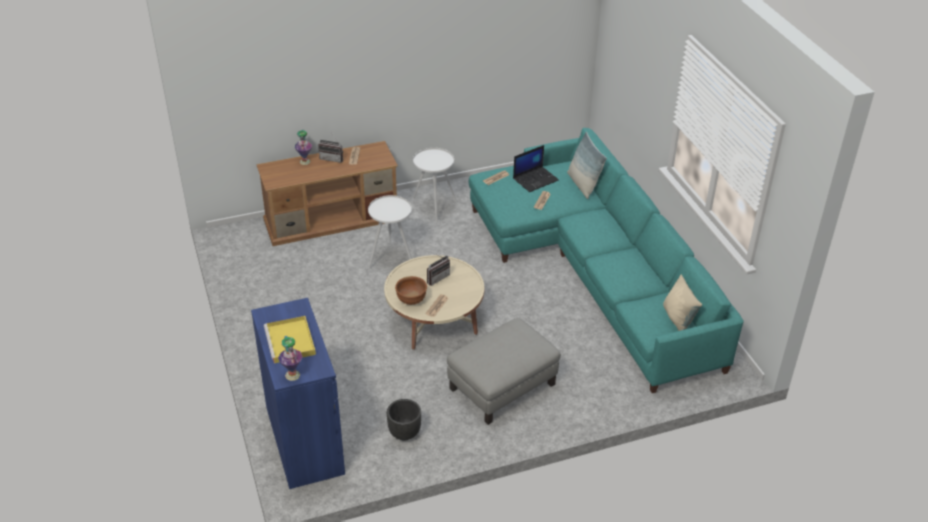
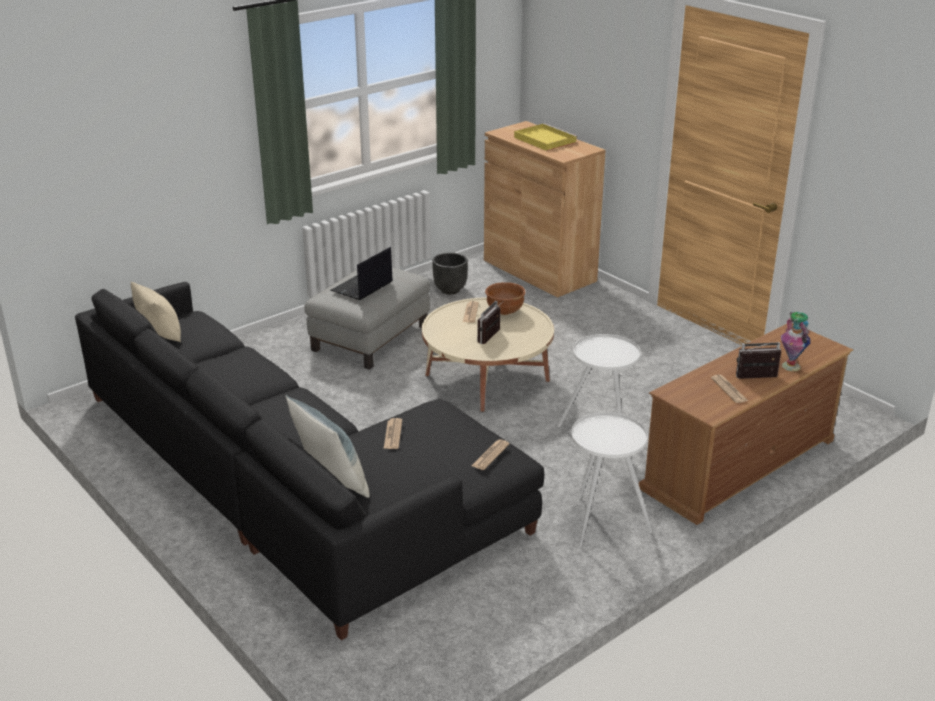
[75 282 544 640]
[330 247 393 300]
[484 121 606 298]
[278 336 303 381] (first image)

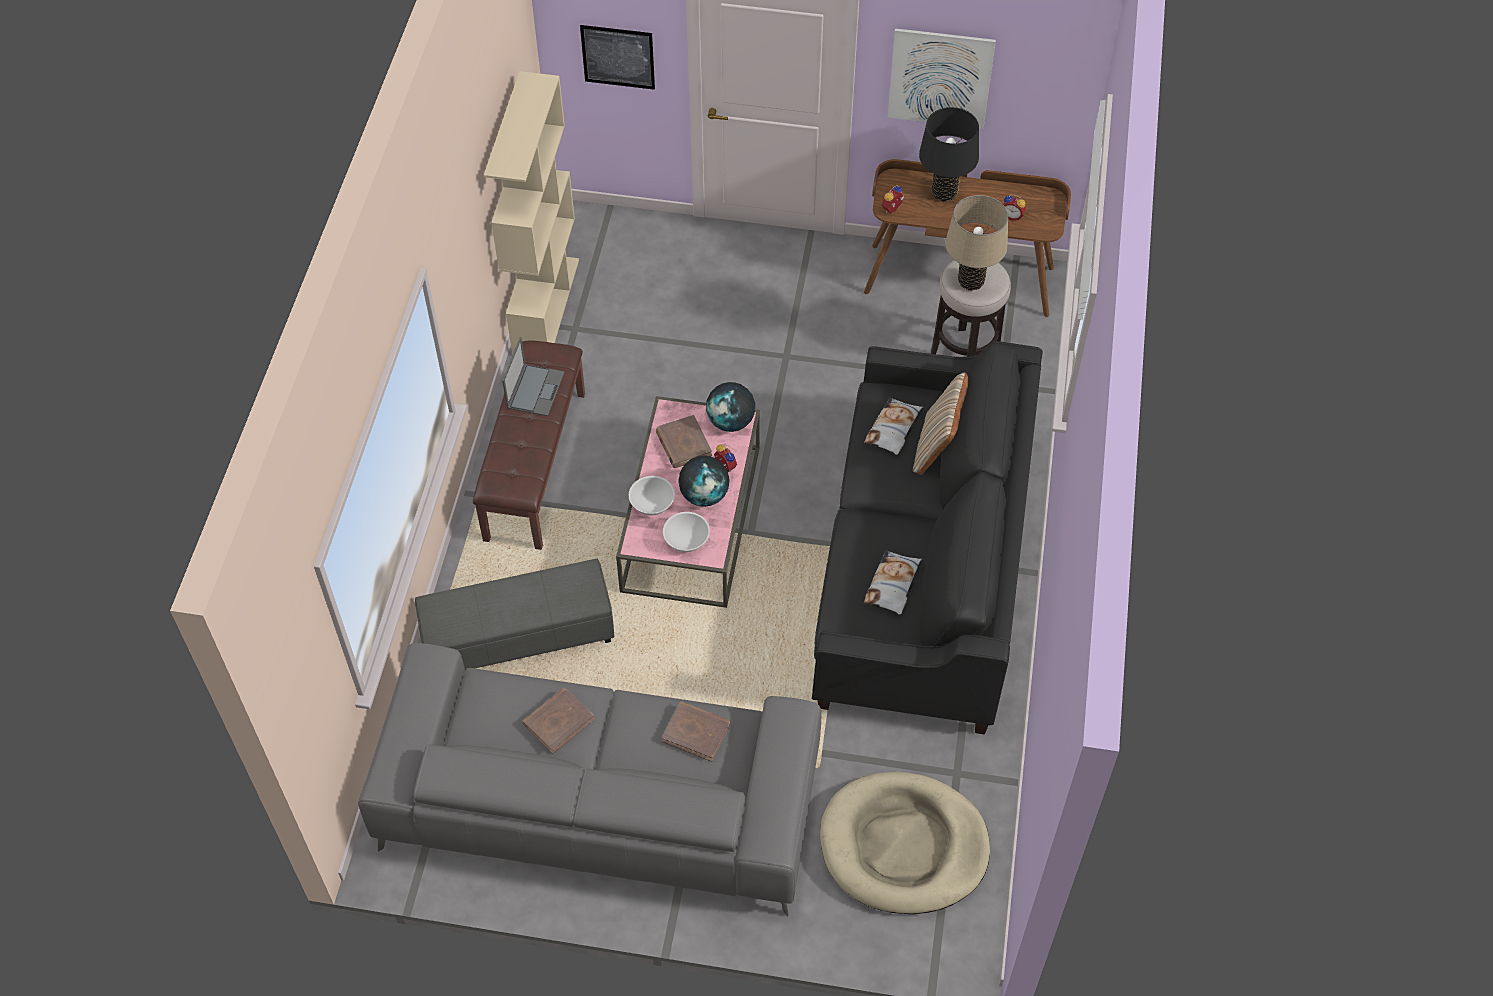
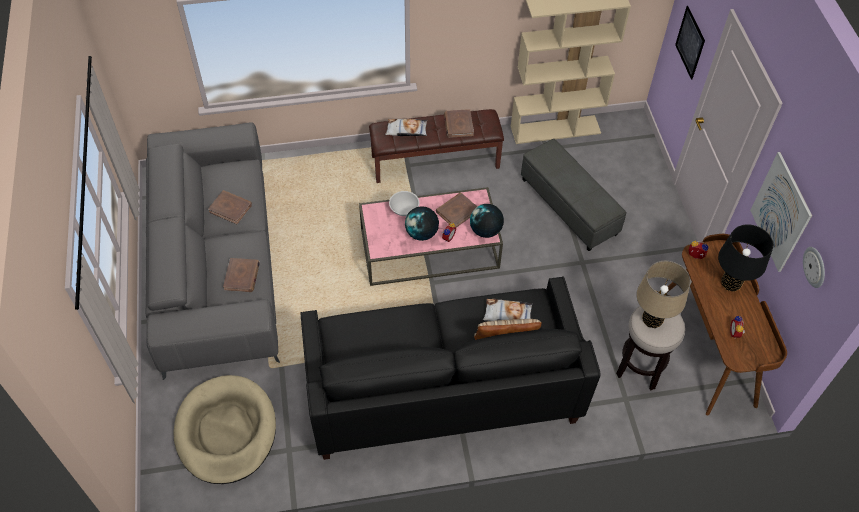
[385 119 427 136]
[444 109 474 138]
[521 139 626 251]
[803 247 825 288]
[663 512 710 552] (first image)

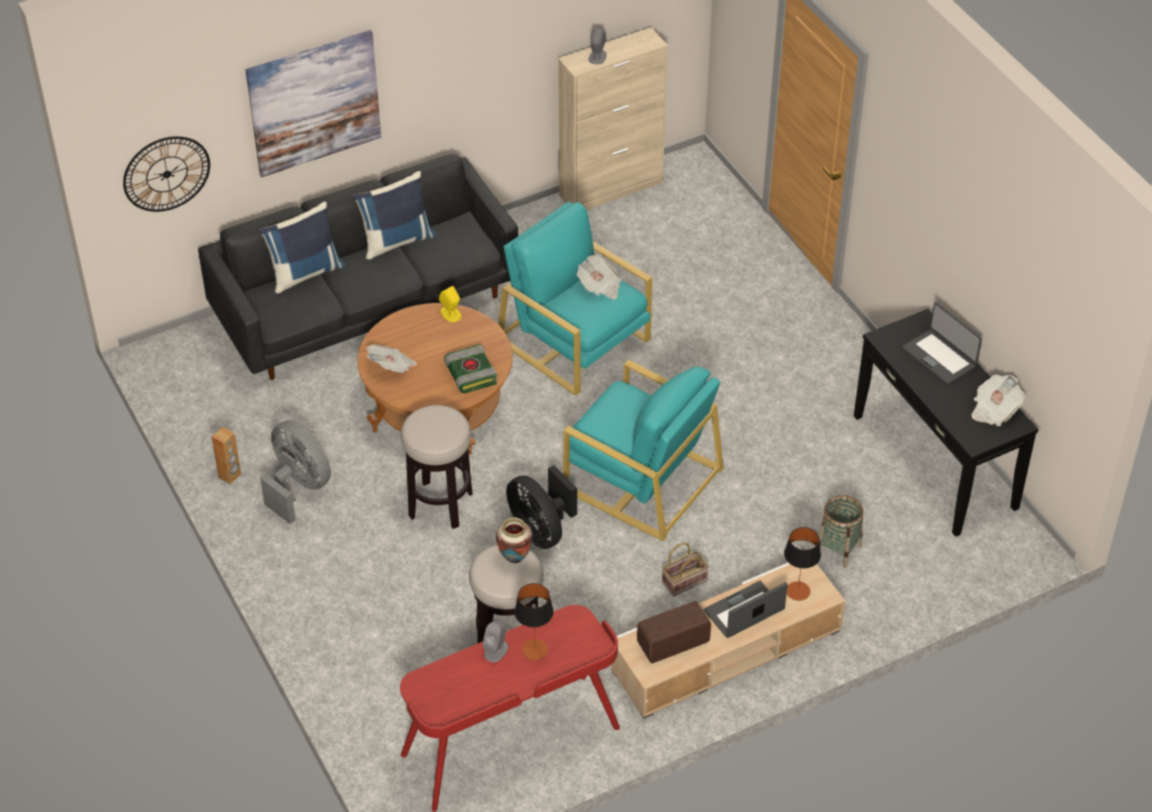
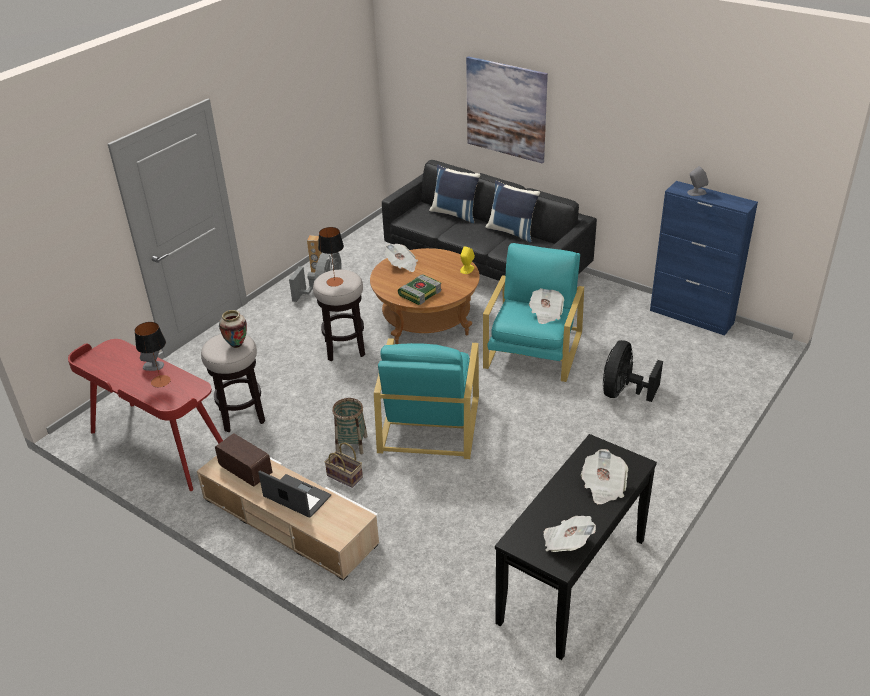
[318 227 344 287]
[332 398 368 454]
[581 449 628 504]
[603 340 663 402]
[650 181 758 336]
[123 136 210 212] (first image)

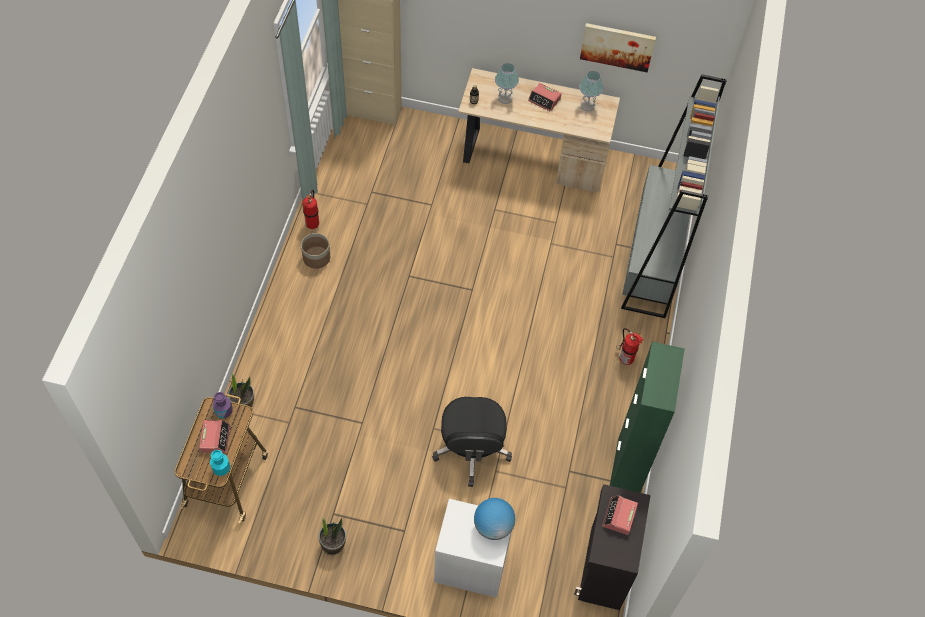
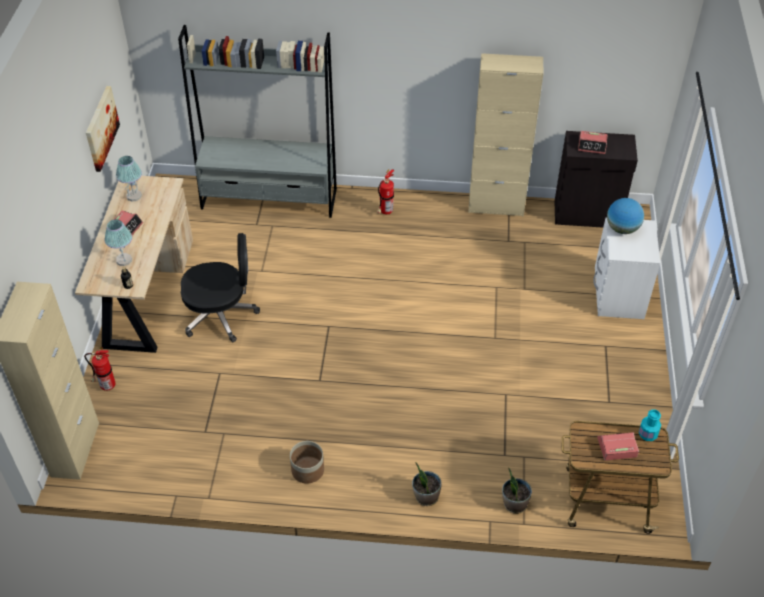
[84 347 116 391]
[181 233 260 342]
[412 462 442 506]
[468 53 543 217]
[213 392 233 418] (first image)

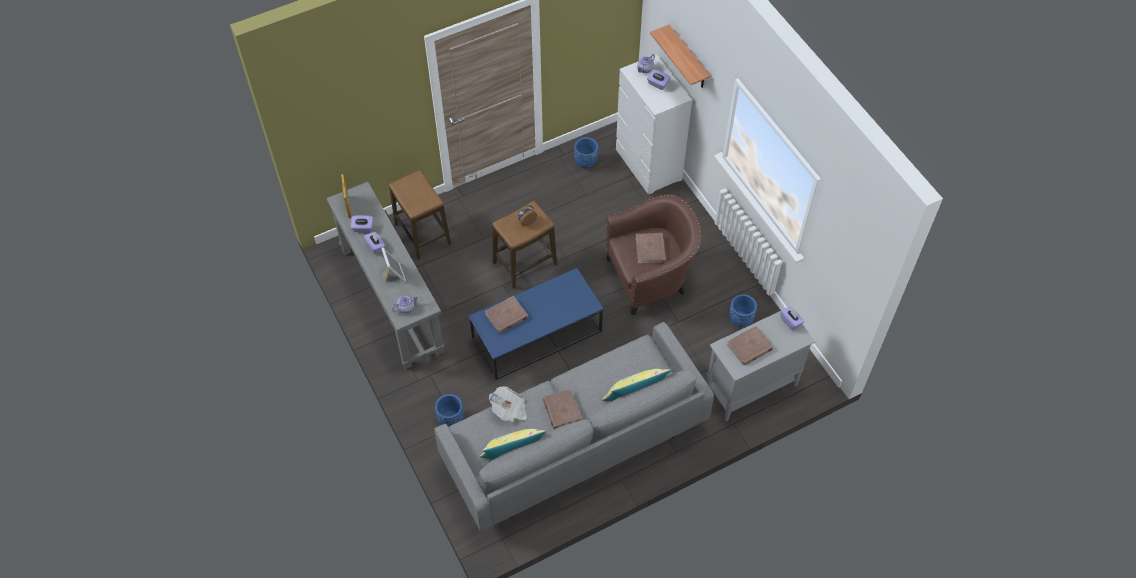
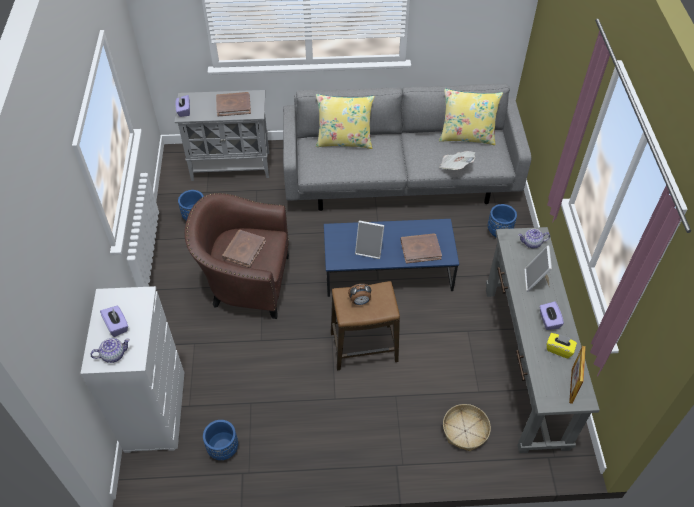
[355 220 384 259]
[443 404 491 451]
[547 333 577 359]
[543 389 582 429] (first image)
[650 25 711 88] (first image)

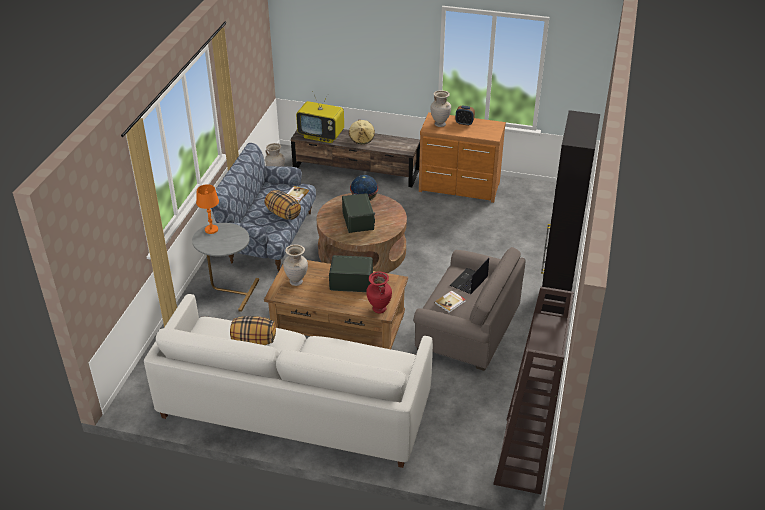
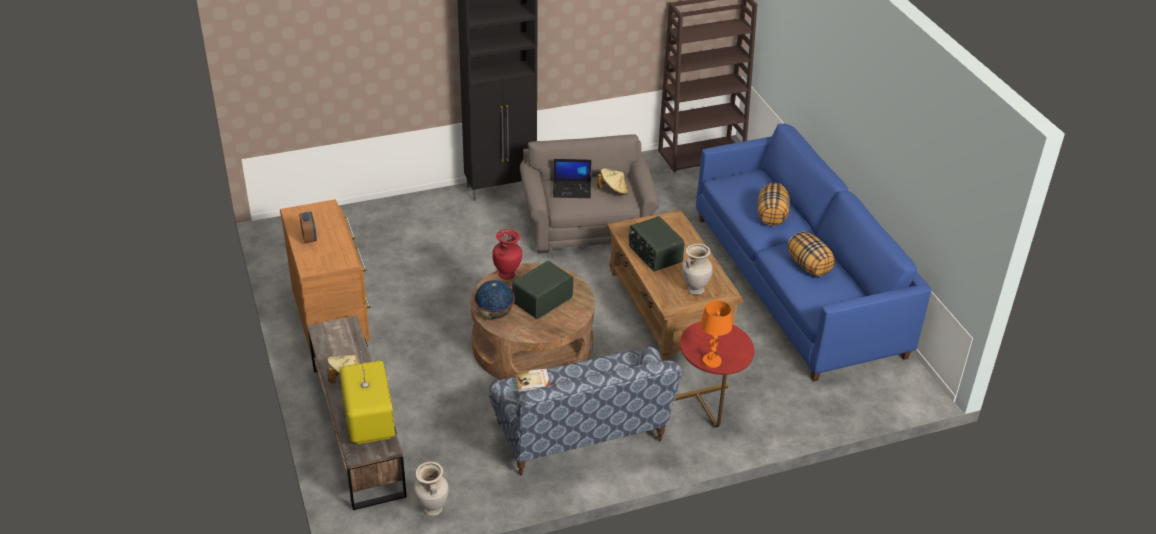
[492 229 522 280]
[597 168 628 195]
[675 321 754 427]
[696 124 931 381]
[757 183 790 226]
[430 90 451 127] (first image)

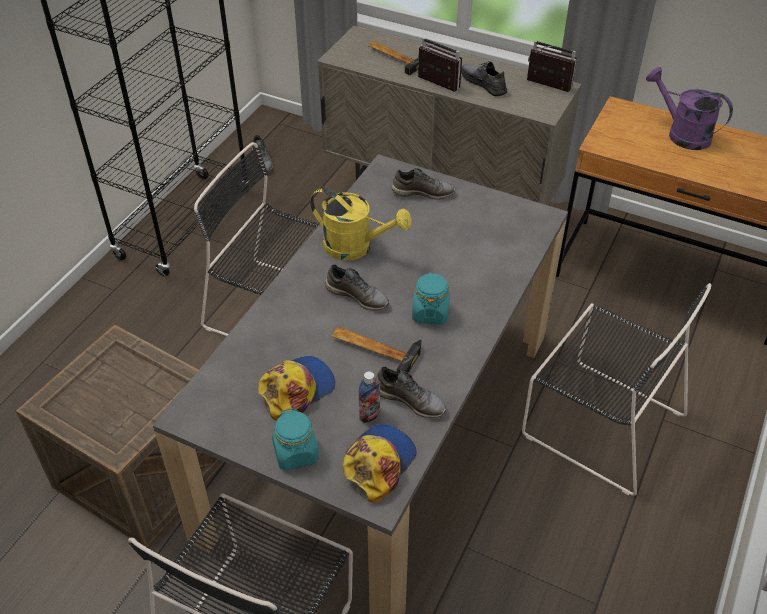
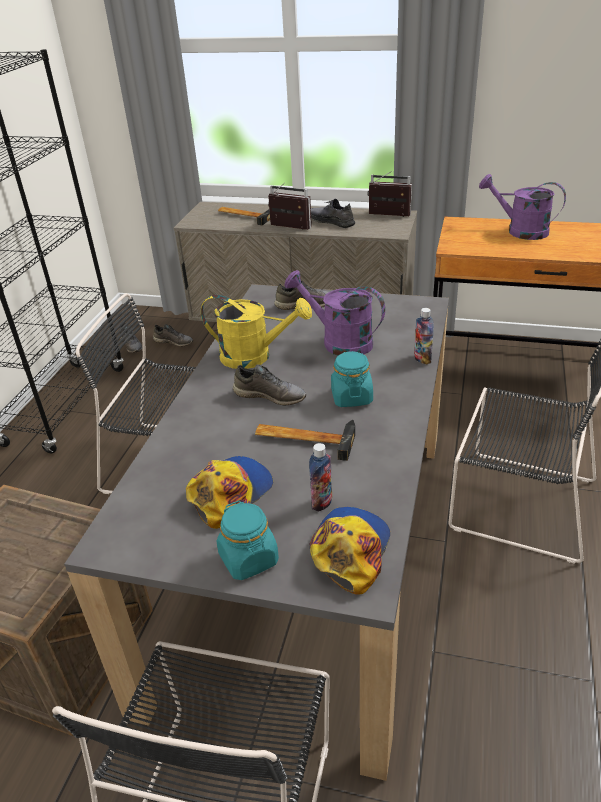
[153 324 193 347]
[284 270 385 356]
[414 308 434 365]

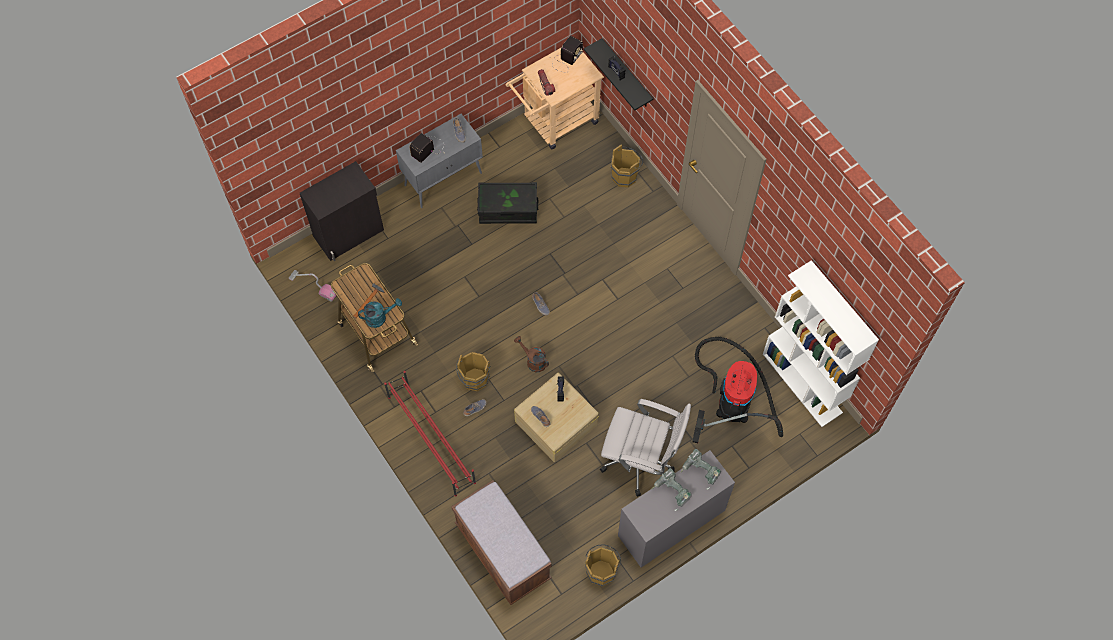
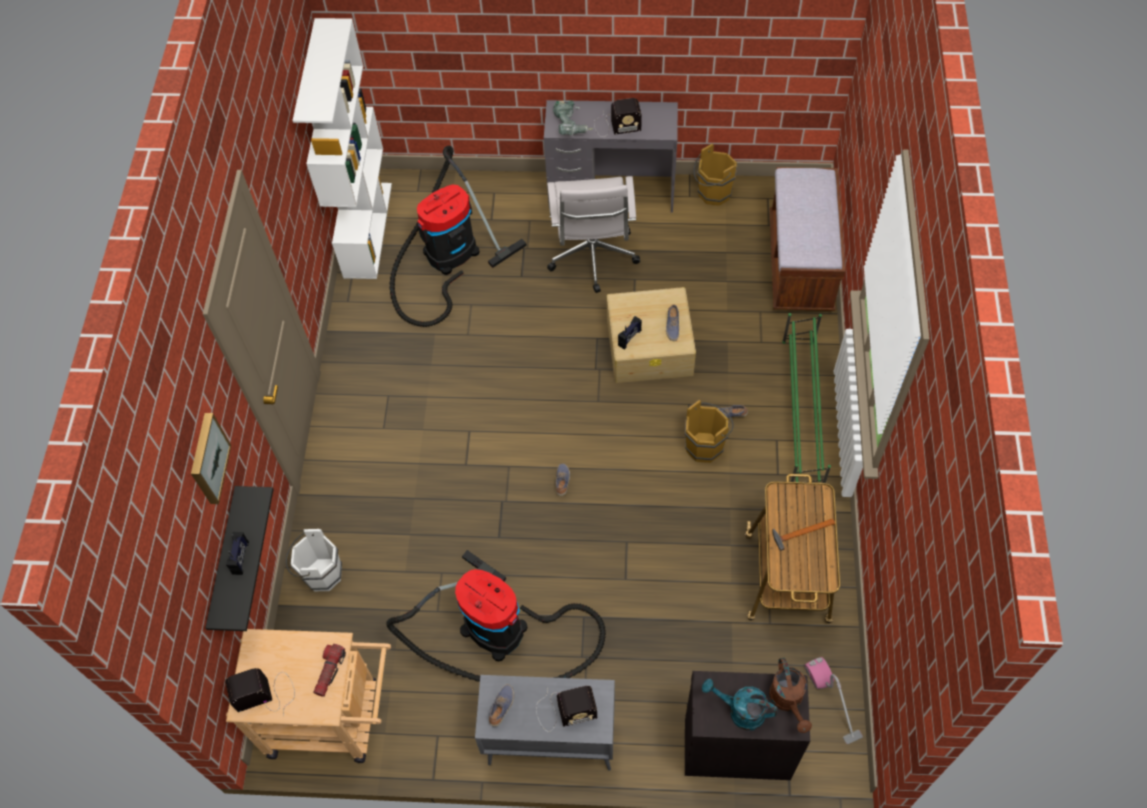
[191 413 231 504]
[286 529 342 591]
[386 550 606 682]
[547 176 640 293]
[594 98 642 137]
[702 679 778 730]
[769 658 812 733]
[782 313 831 488]

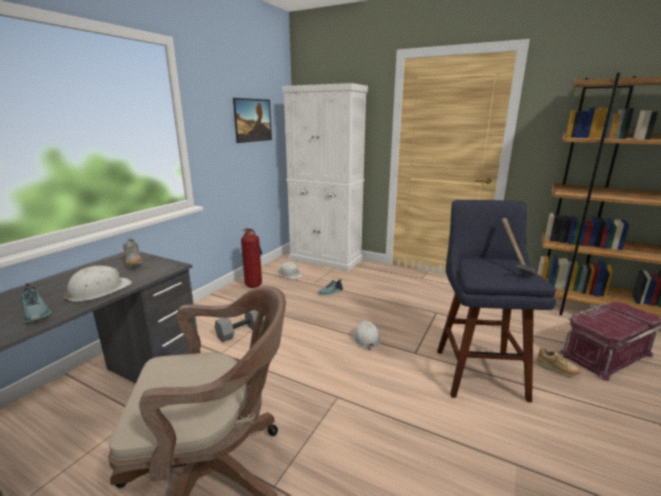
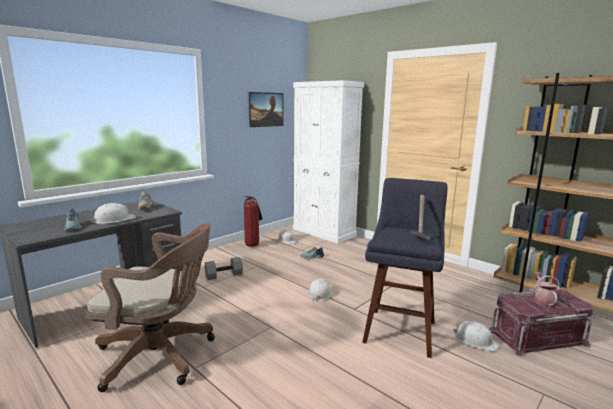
[453 321 500 352]
[533 272 560 308]

